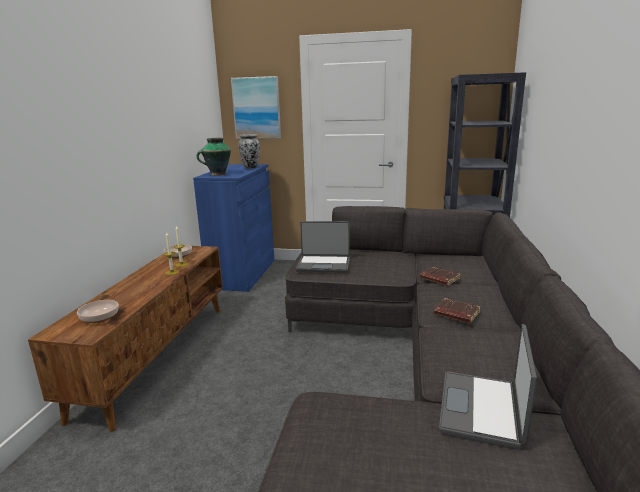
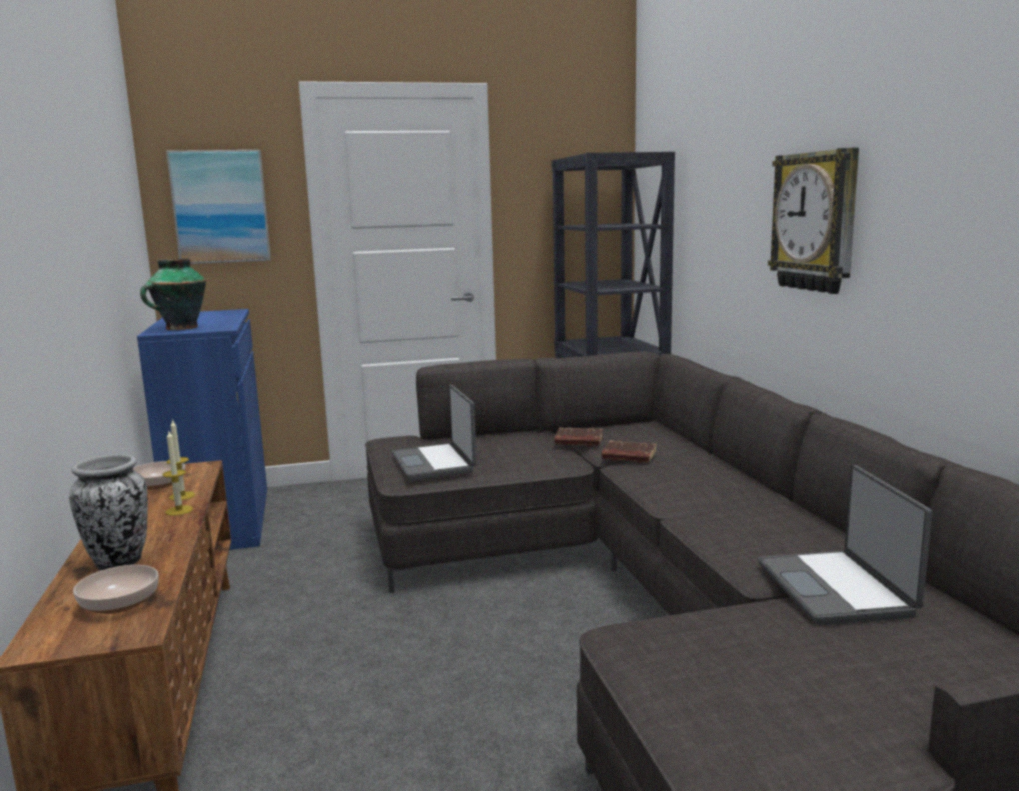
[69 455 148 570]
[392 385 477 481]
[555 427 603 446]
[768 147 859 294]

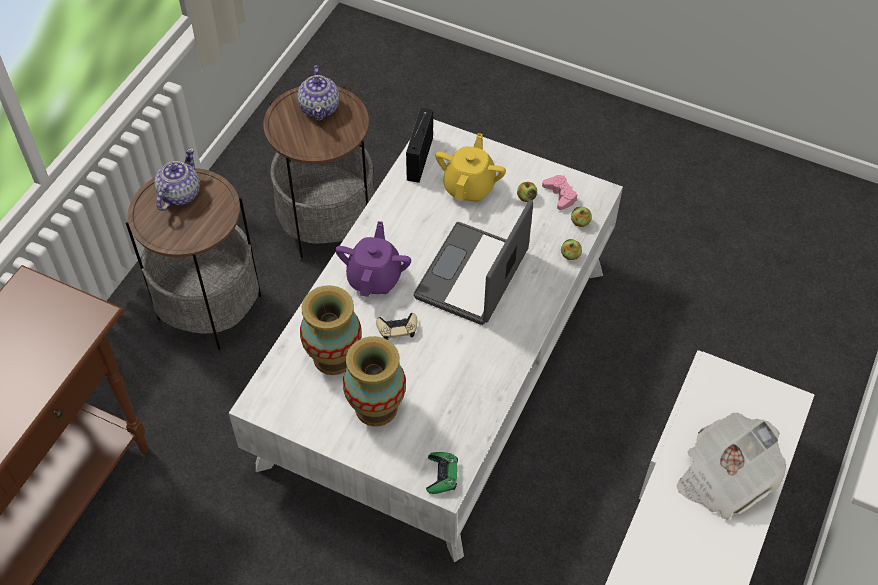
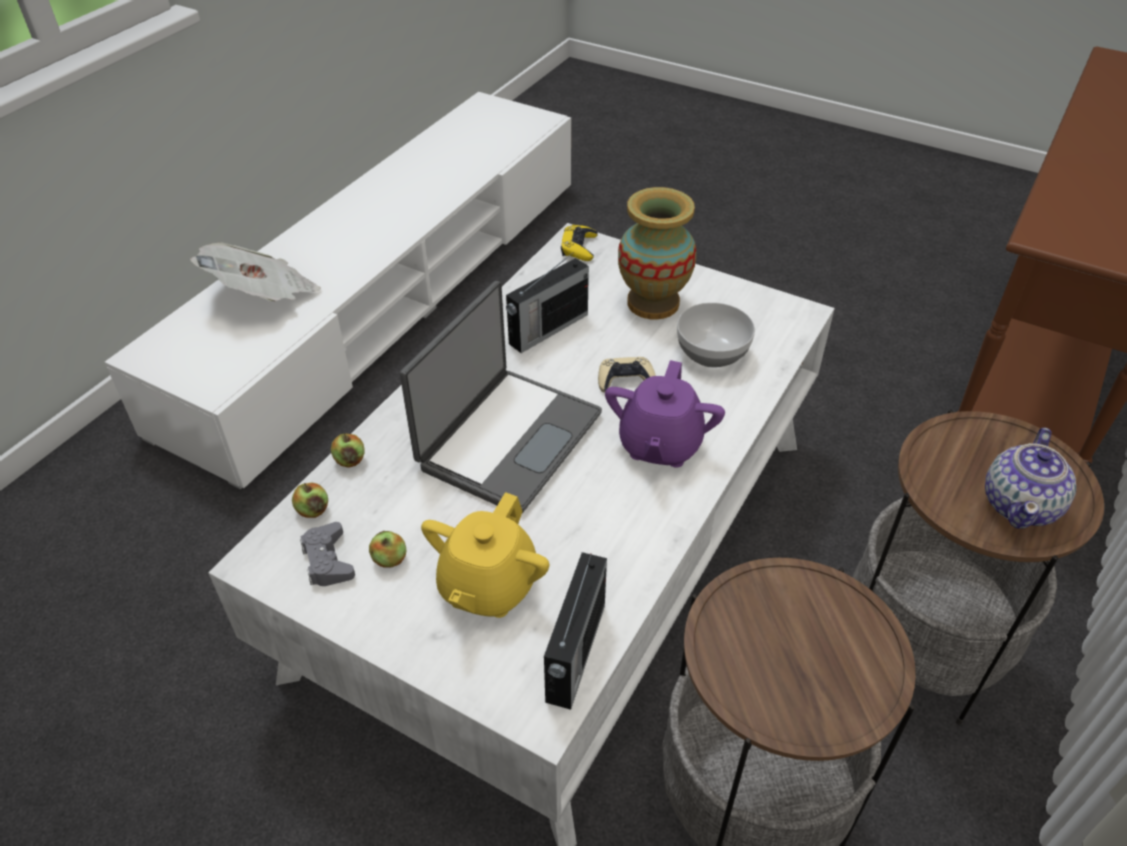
[300 522 355 586]
[506 252 589 353]
[561 225 597 261]
[677 302 755 368]
[297 65 340 121] (first image)

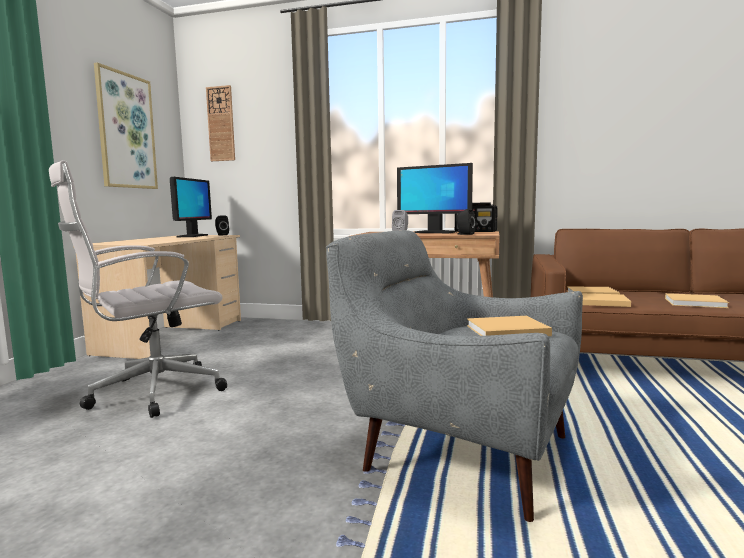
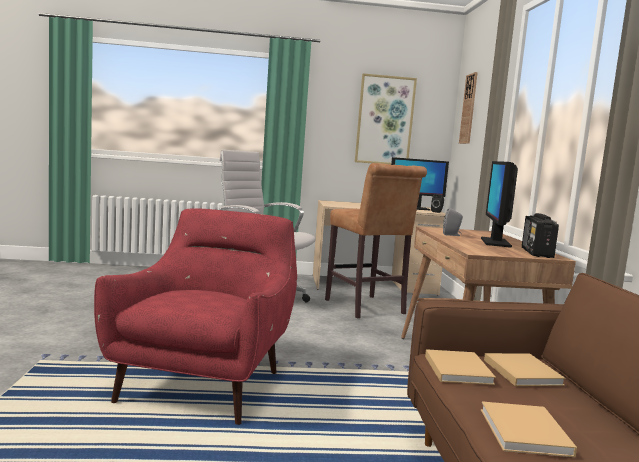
[94 208 297 425]
[325 163 427 319]
[456 209 475 235] (first image)
[467 316 552 336] (first image)

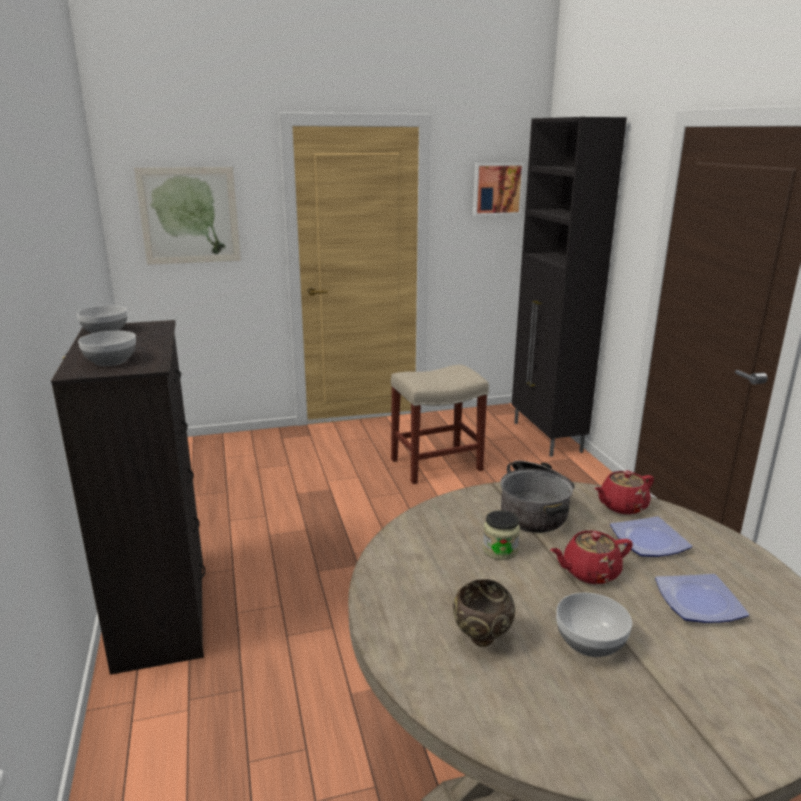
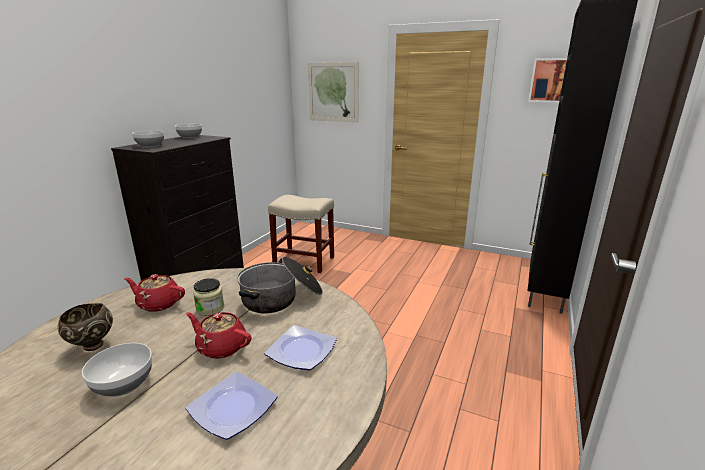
[124 274 185 312]
[268 195 334 273]

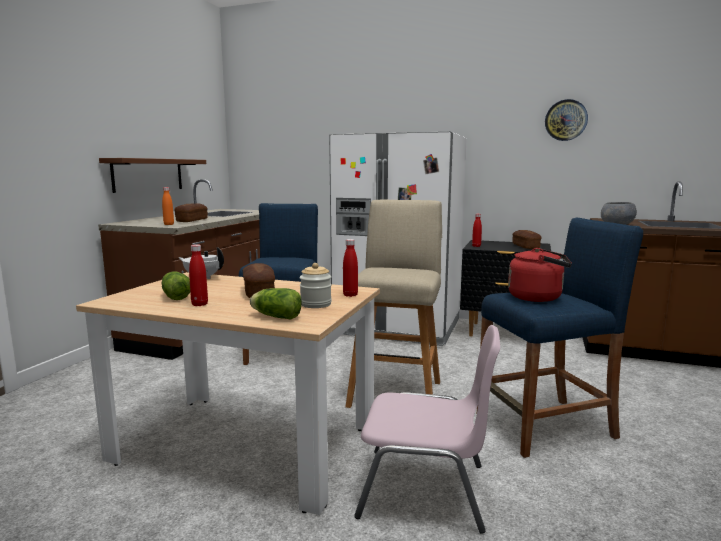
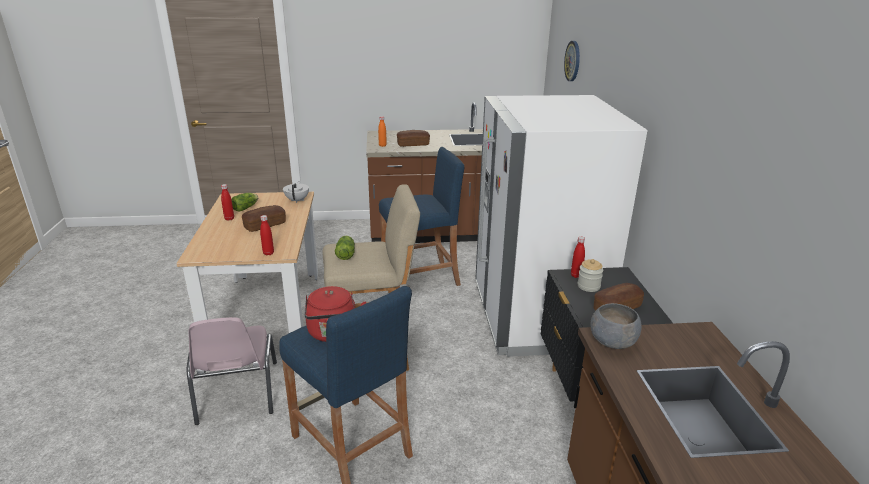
[335 236 355 260]
[564 41 580 81]
[577 259 603 292]
[99 158 206 193] (first image)

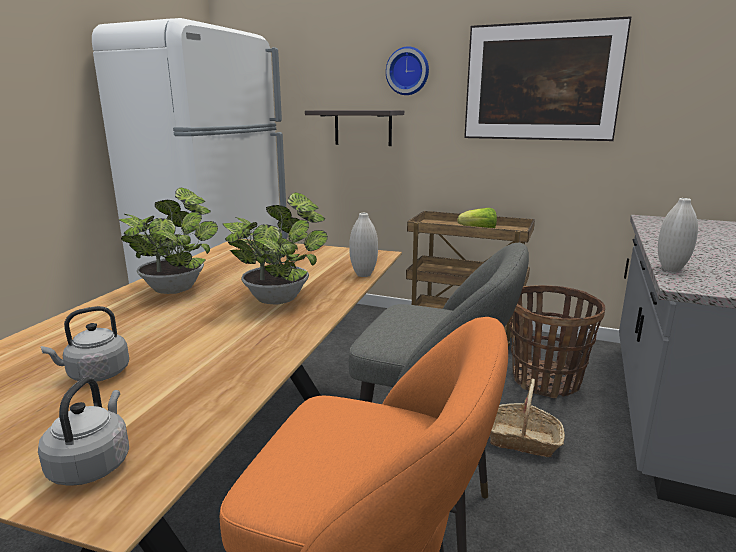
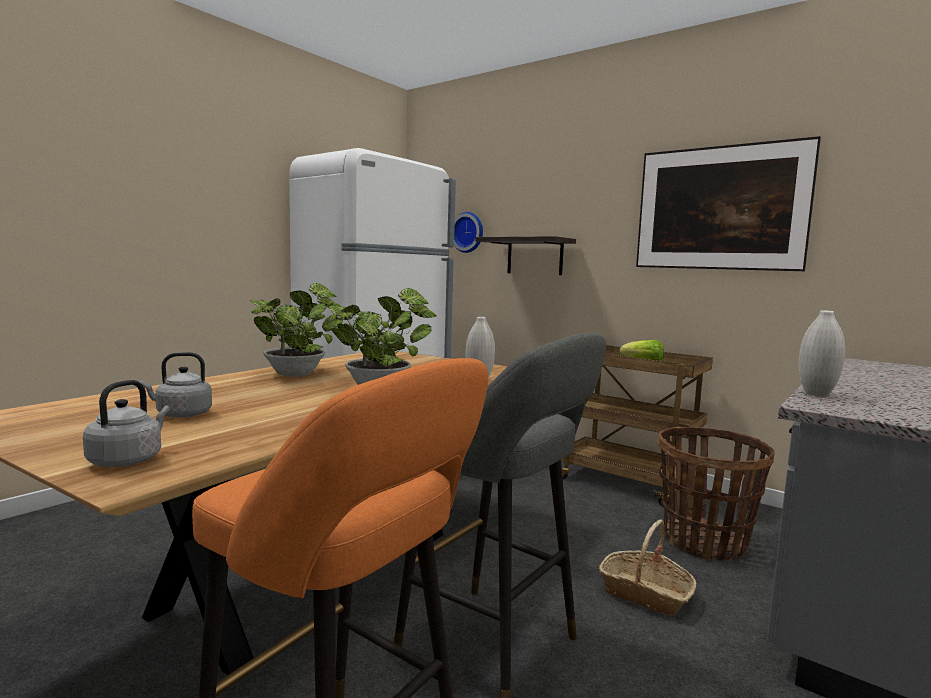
[454 212 483 253]

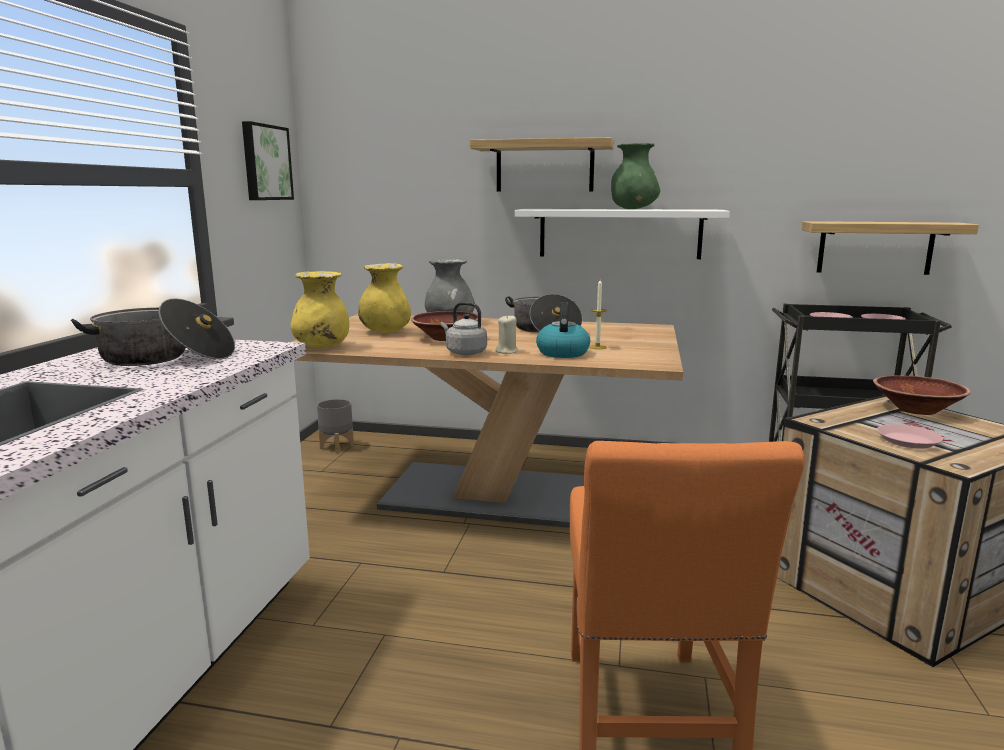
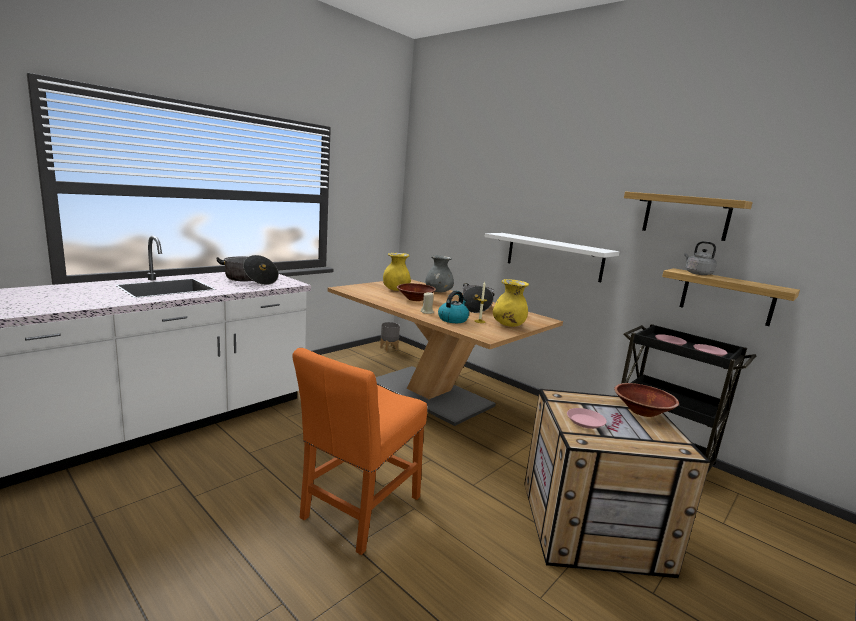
[493 279 529 327]
[624 191 753 241]
[684 241 717 275]
[242 121 294 200] (first image)
[611 143 660 209] (first image)

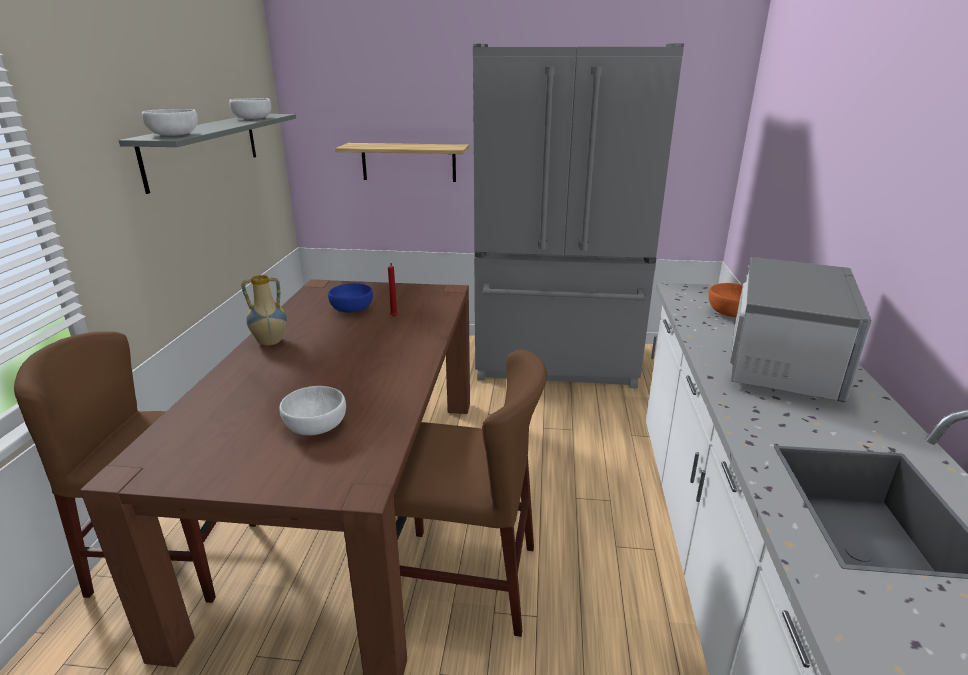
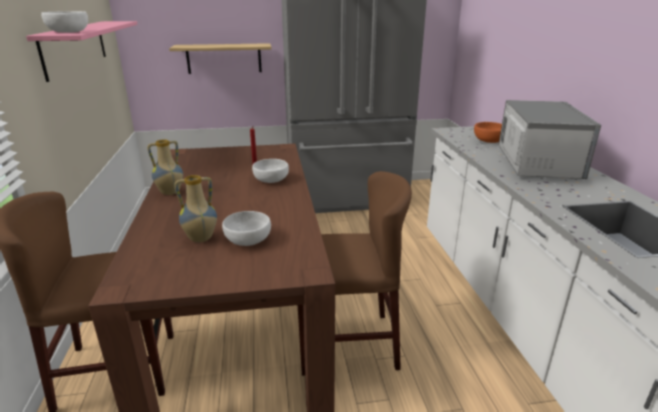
[26 21 138 82]
[174 175 217 242]
[252 159 289 183]
[328 283 373 312] (first image)

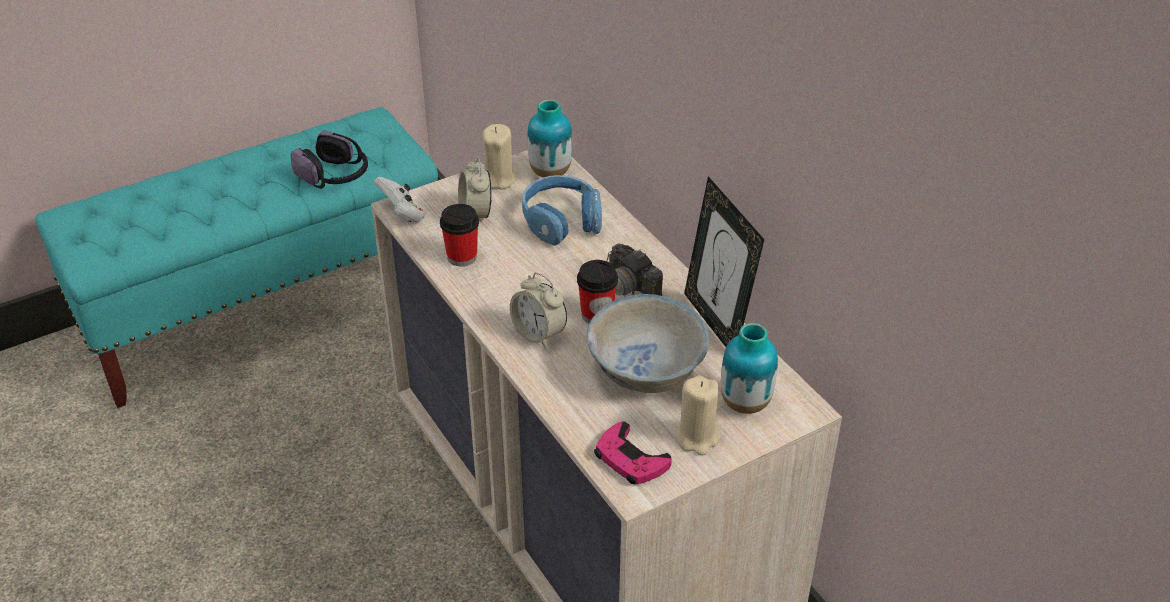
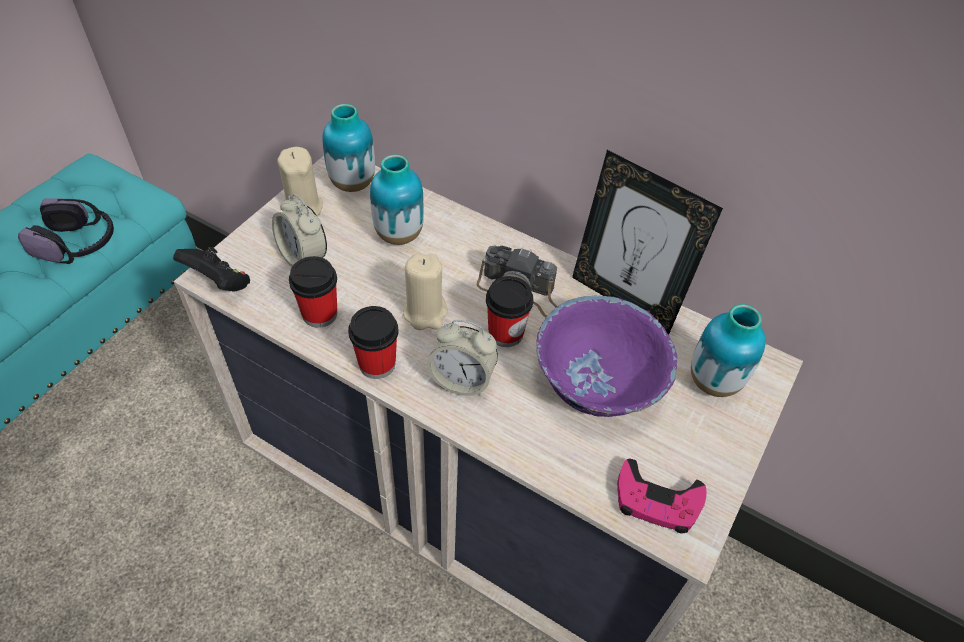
[173 247 250 291]
[348 306 398 379]
[370 155 424 245]
[403 253 448 330]
[536 295 677 417]

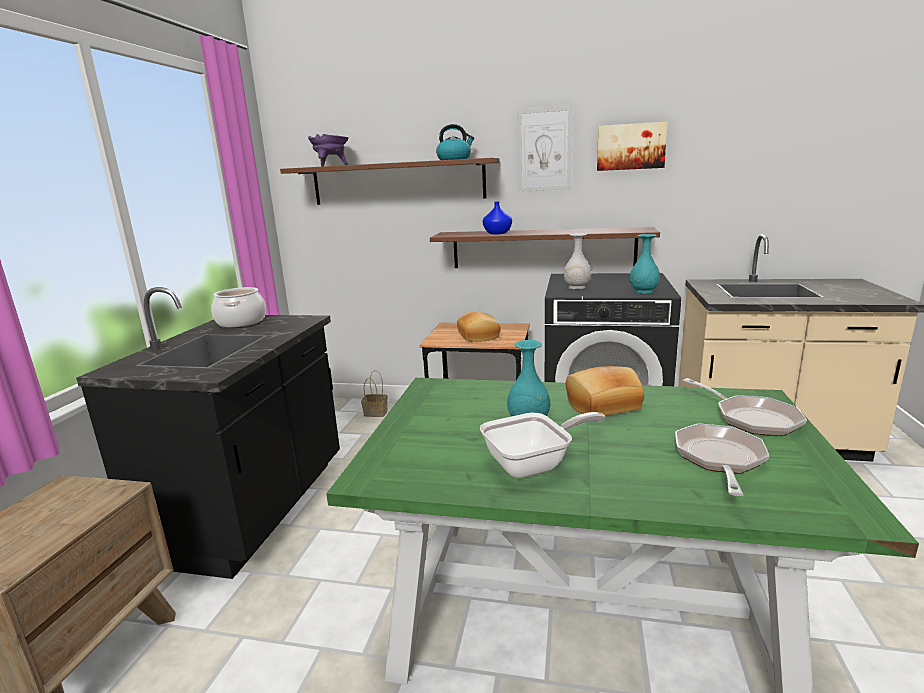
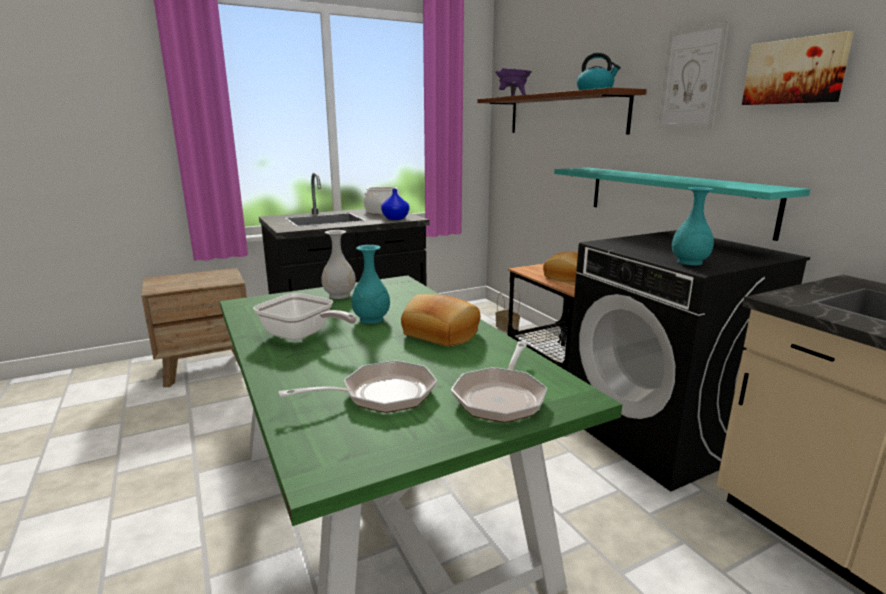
[322 230 356 299]
[381 189 409 220]
[554 168 810 241]

